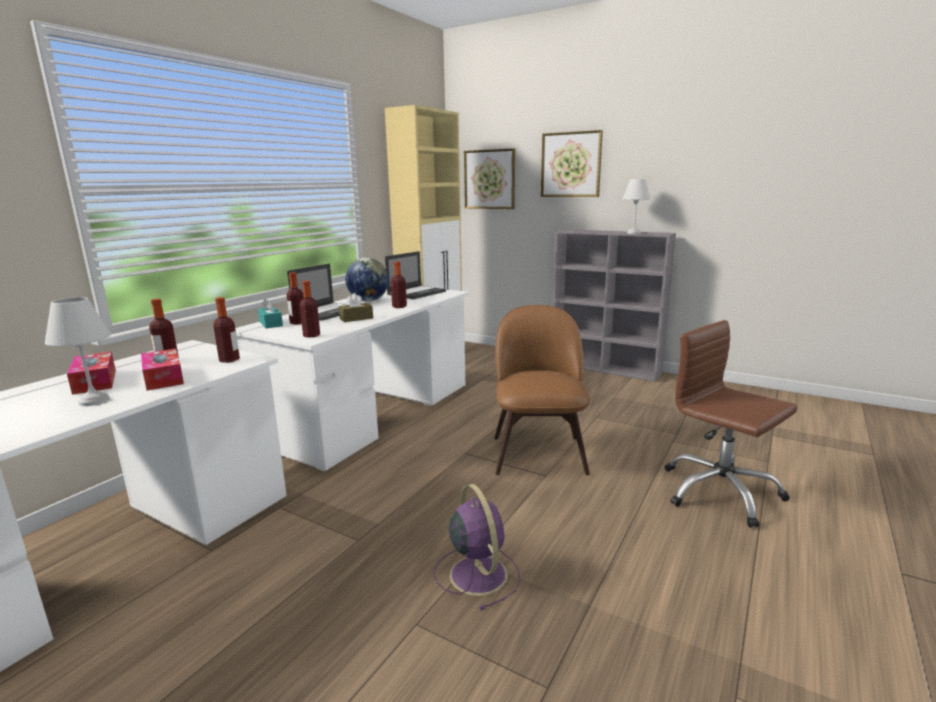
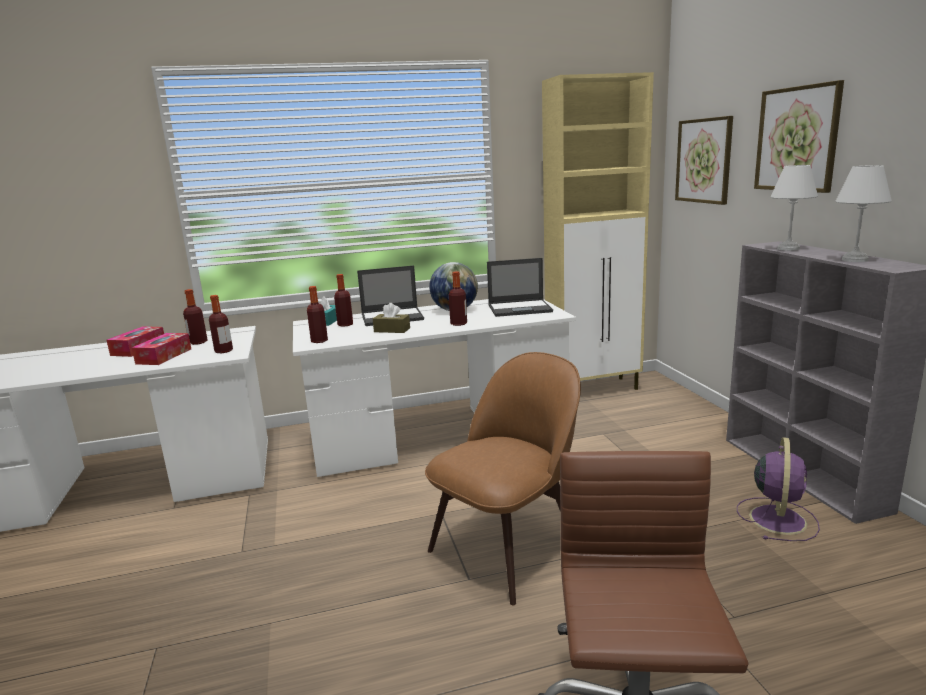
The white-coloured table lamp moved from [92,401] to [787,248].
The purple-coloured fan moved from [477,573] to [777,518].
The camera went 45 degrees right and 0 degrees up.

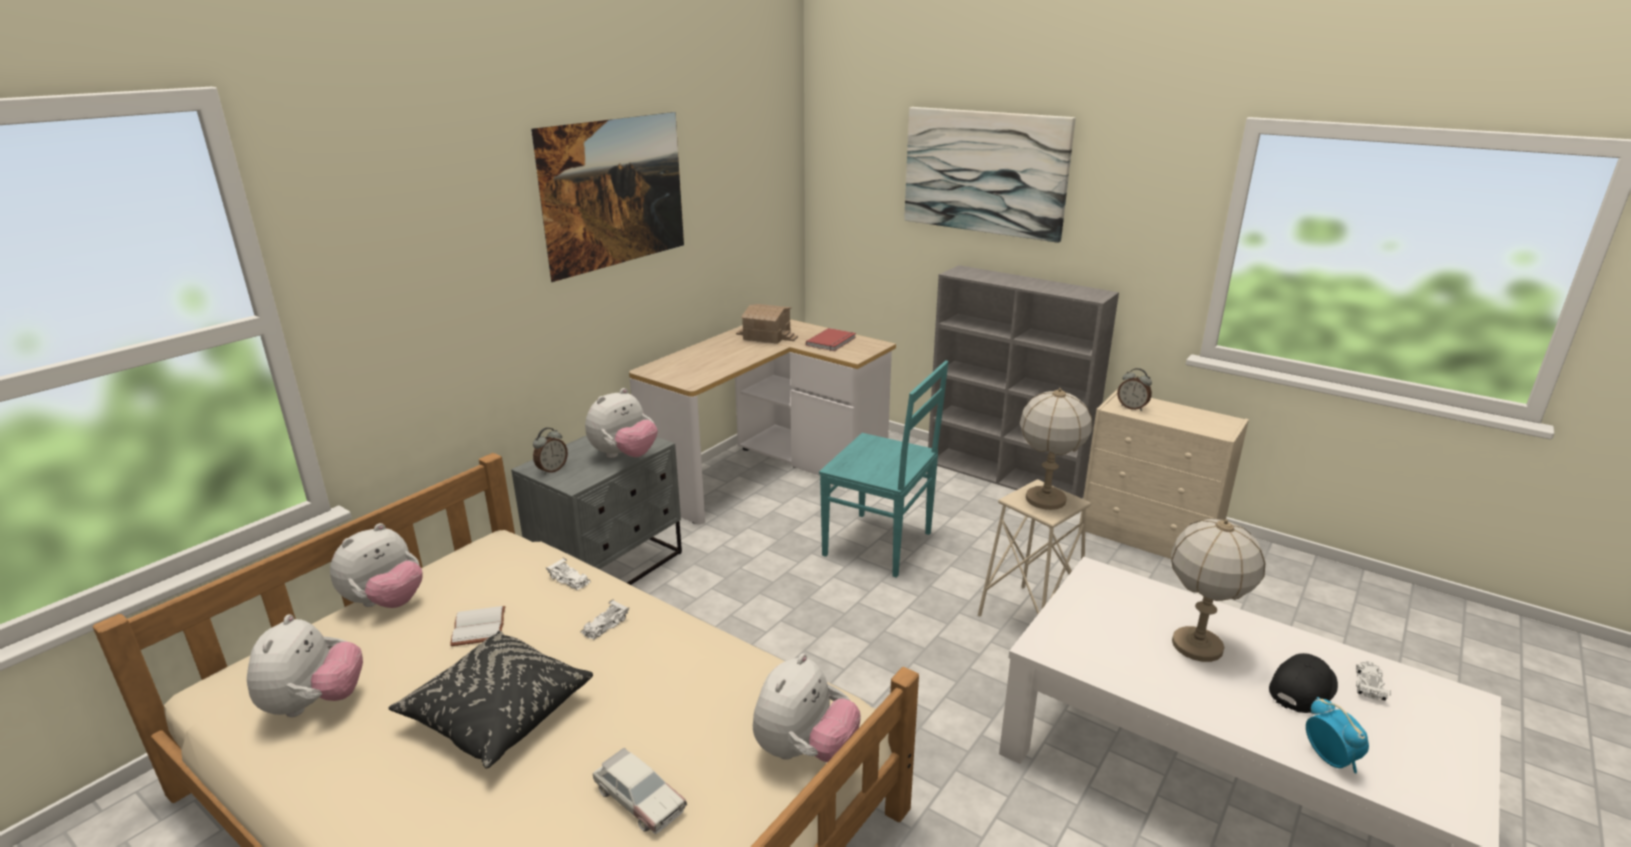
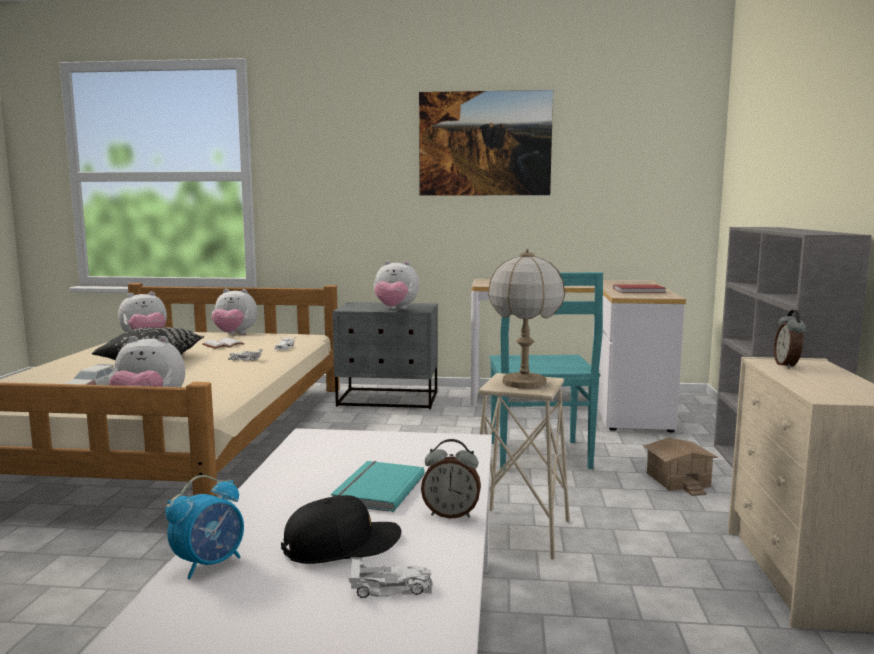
The alarm clock moved from [552,470] to [451,514].
The model house moved from [767,335] to [679,480].
The wall art at [985,172] disappeared.
The table lamp at [1197,646] was replaced by the blue-green volume at [376,489].
The blackish baseball cap at [1303,689] turned 45 degrees counterclockwise.
The camera went 60 degrees right and 15 degrees down.

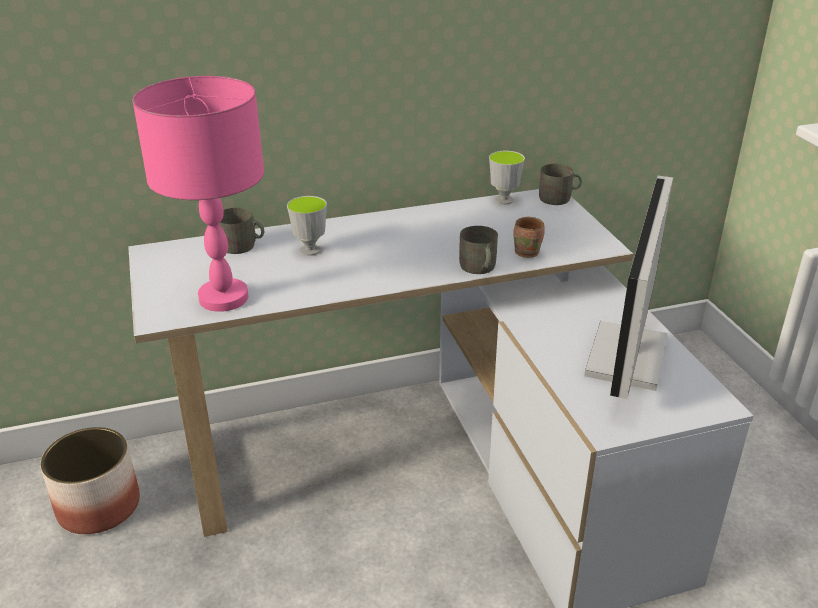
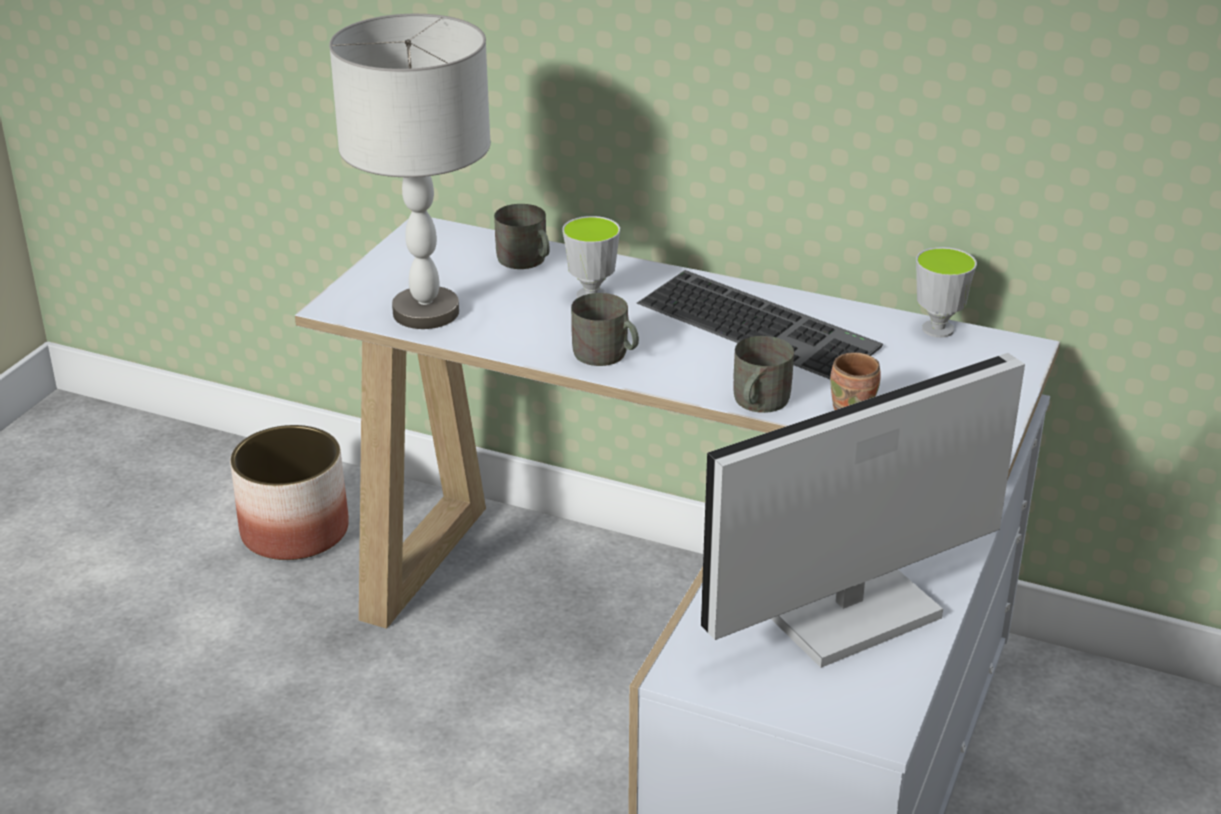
The pink-coloured table lamp at [224,298] became the grey table lamp at [426,313].
The grey tea mug moved from [559,198] to [606,355].
The PC keyboard at [761,324] appeared.
The camera went 40 degrees right and 0 degrees up.

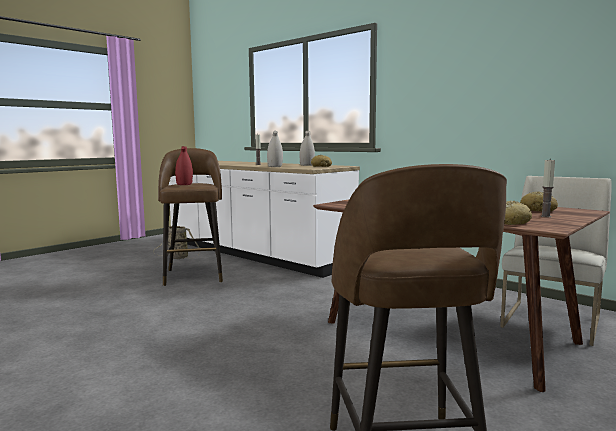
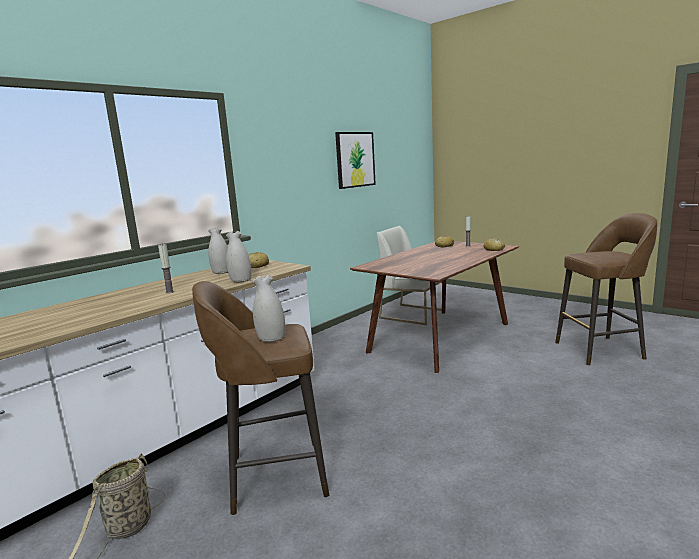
The reddish flower vase at [184,184] became the white-coloured flower vase at [271,338].
The wall art at [355,159] appeared.
The camera went 90 degrees left and 5 degrees up.

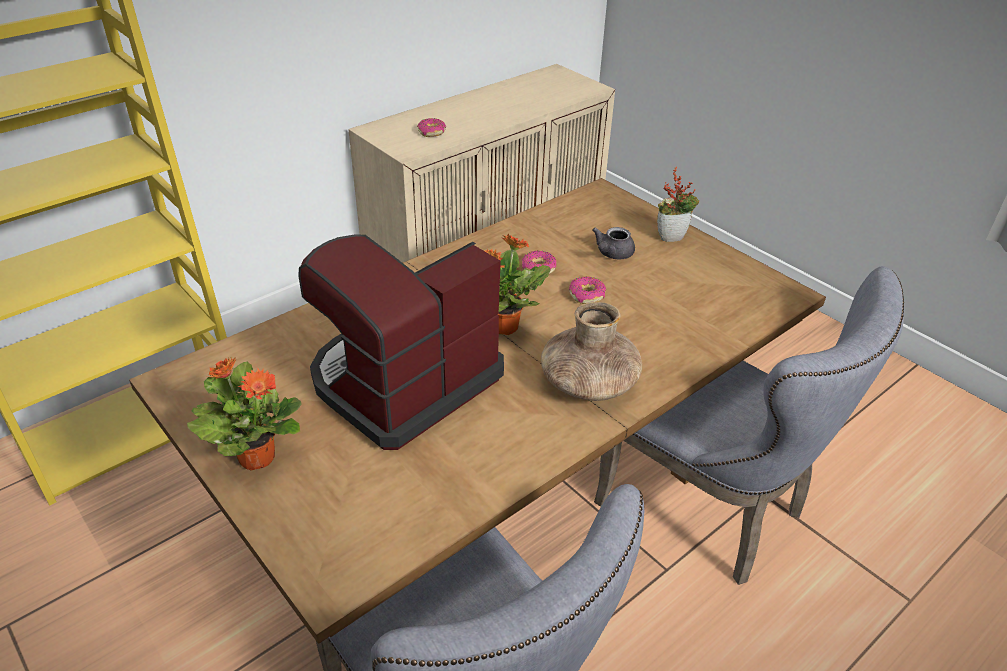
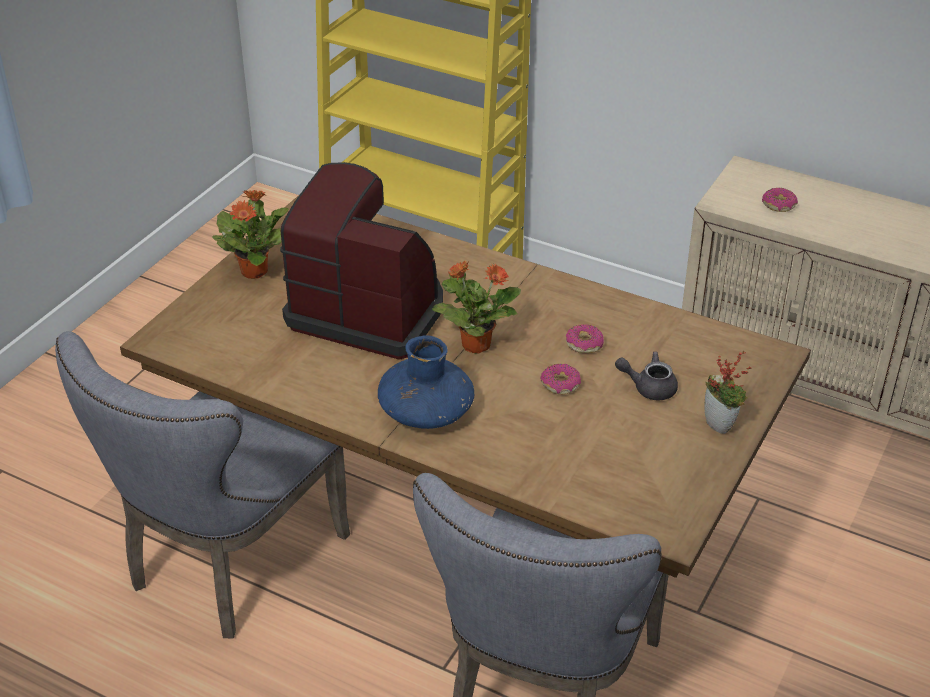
The brown-coloured flower vase at [588,383] became the blue flower vase at [426,412].
The camera went 70 degrees right and 0 degrees up.

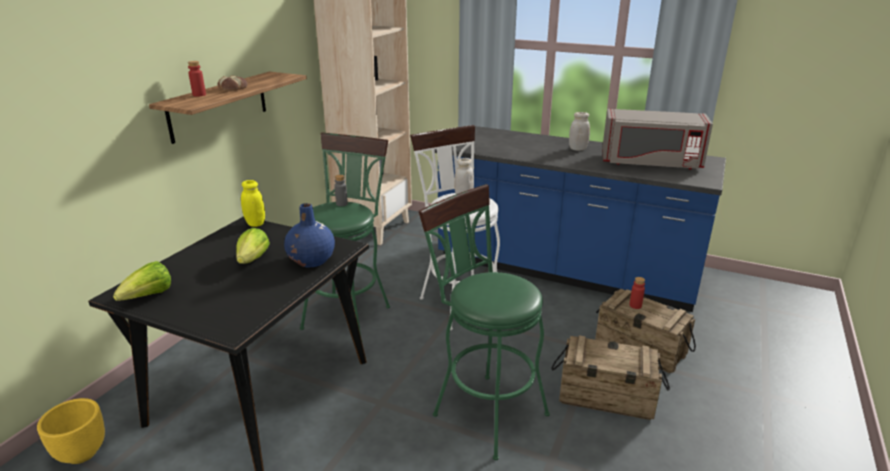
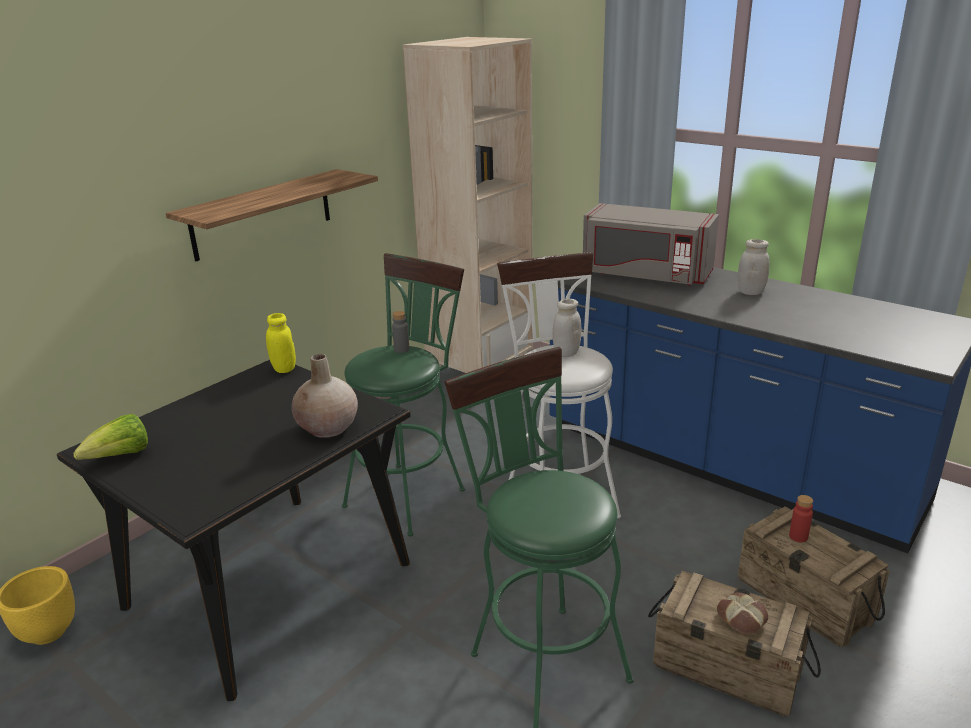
The reddish drink bottle at [199,95] disappeared.
The bakery bread moved from [233,88] to [742,617].
The lettuce at [253,259] disappeared.
The blue flower vase at [312,260] became the beige-coloured flower vase at [328,428].
The grey microwave oven moved from [650,163] to [645,275].
The camera went 15 degrees right and 0 degrees up.

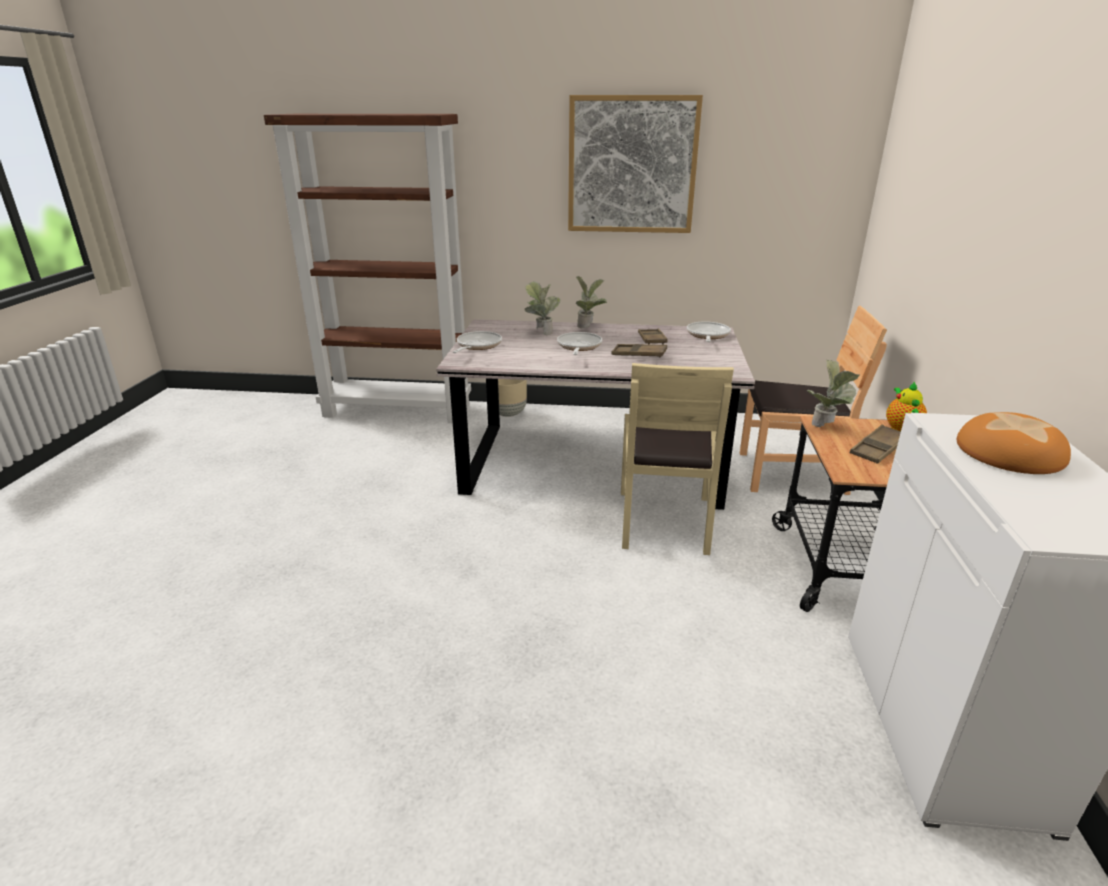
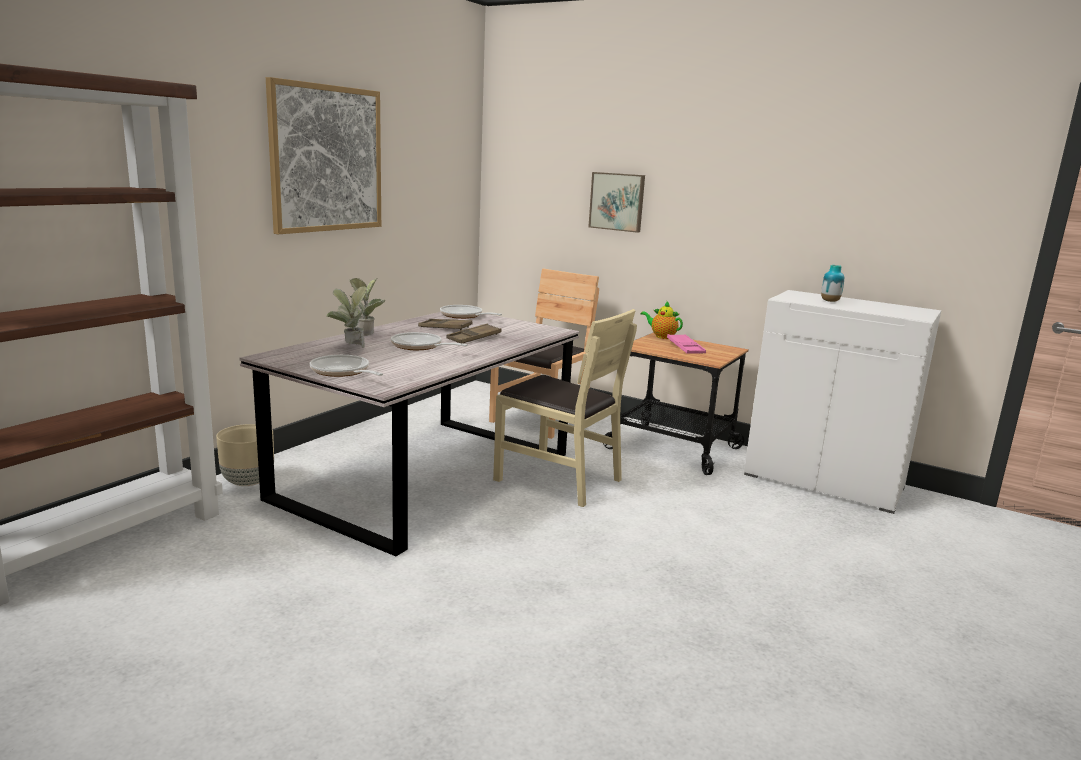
The plant in a pot at [826,427] disappeared.
The brown-coloured tray at [878,449] became the pink-coloured tray at [685,348].
The bakery bread at [1009,452] was replaced by the flower vase at [830,301].
The wall art at [617,201] appeared.
The camera went 65 degrees left and 10 degrees down.

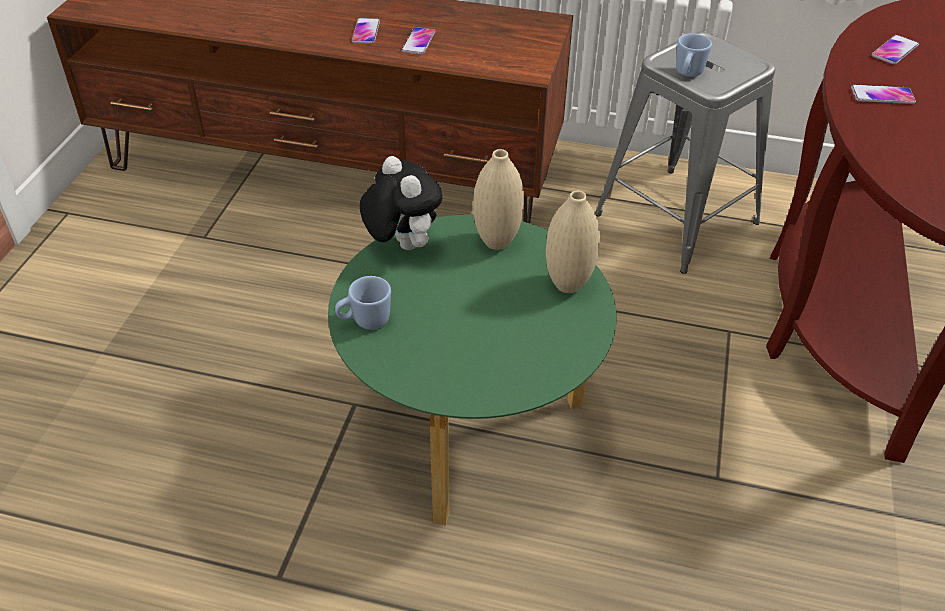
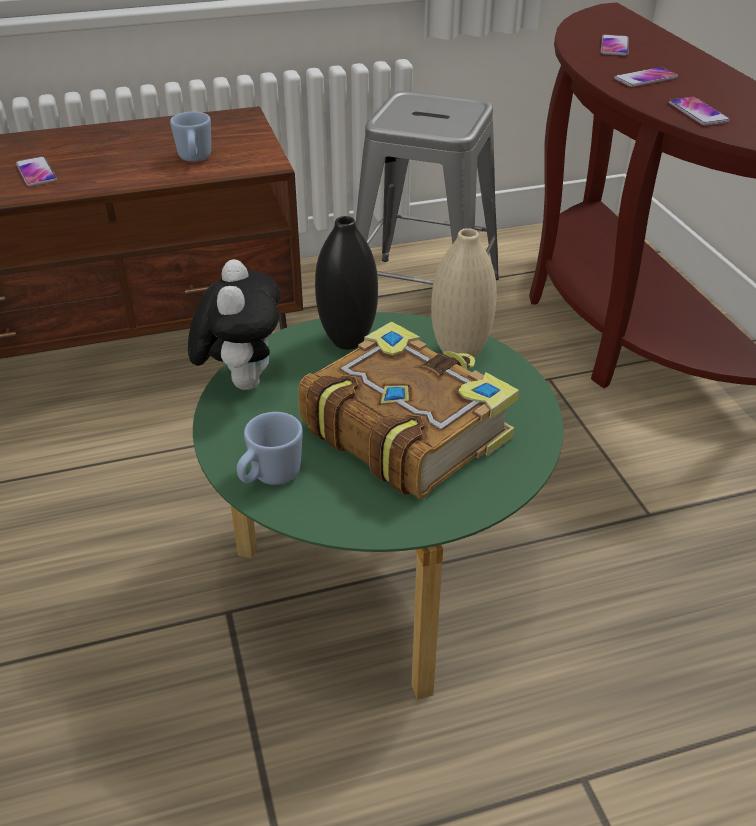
The soft toy at [401,244] turned 60 degrees clockwise.
The handset moved from [418,42] to [698,112].
The beige-coloured flower vase at [497,242] became the blackish flower vase at [348,341].
The blue tea mug moved from [687,74] to [195,160].
The volume at [405,429] appeared.
The camera went 30 degrees left and 5 degrees down.

